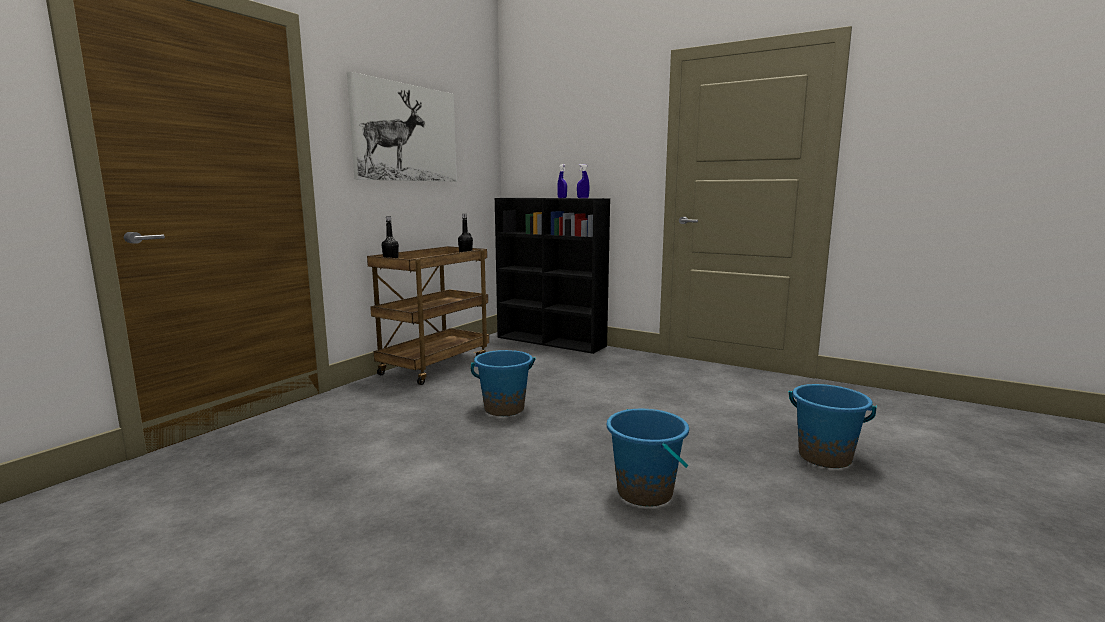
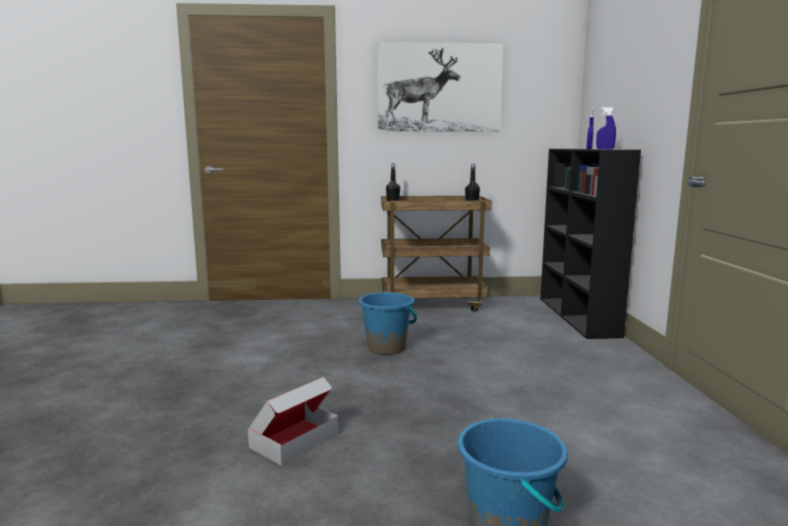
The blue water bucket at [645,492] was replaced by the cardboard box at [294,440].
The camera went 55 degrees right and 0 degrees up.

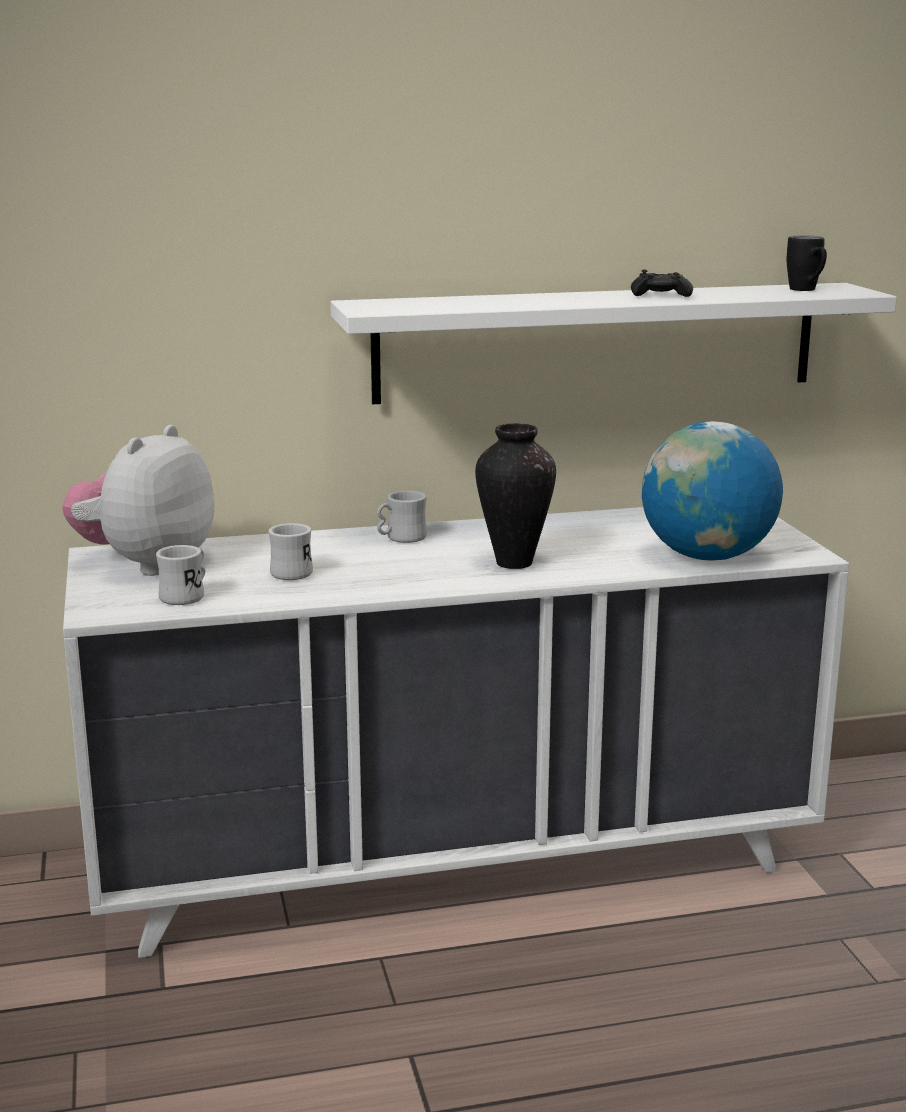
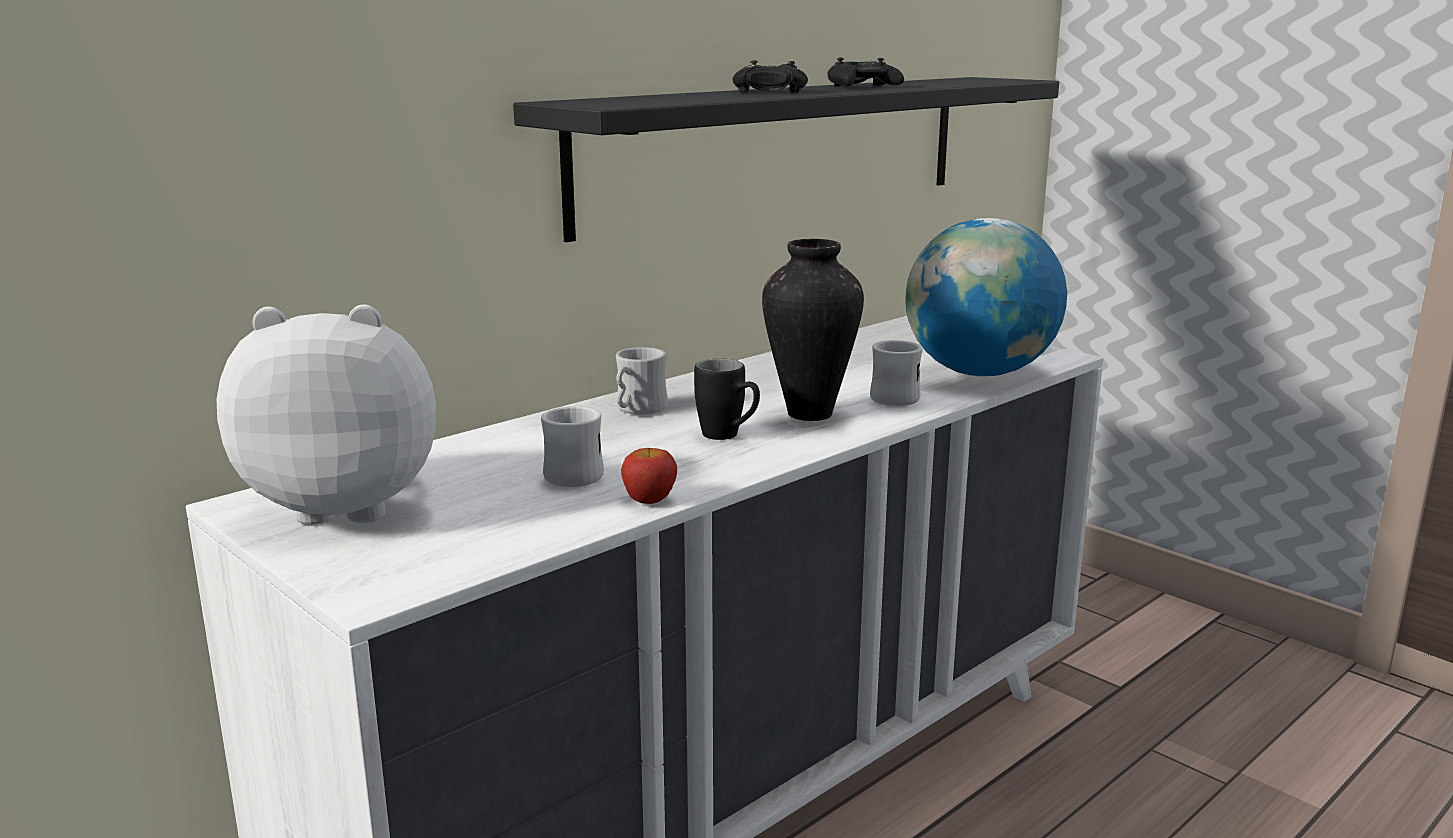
The soft toy at [146,564] turned 90 degrees clockwise.
The white-coloured tea mug moved from [186,596] to [893,396].
The white-coloured wall shelf at [597,342] became the blackish wall shelf at [781,149].
The blackish tea mug moved from [807,290] to [729,437].
The apple at [649,499] appeared.
The blackish gamepad at [769,91] appeared.
The camera went 30 degrees left and 0 degrees up.

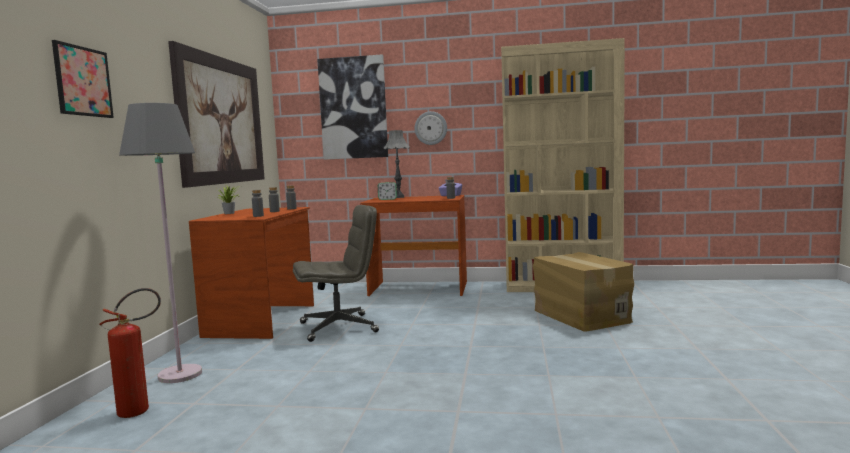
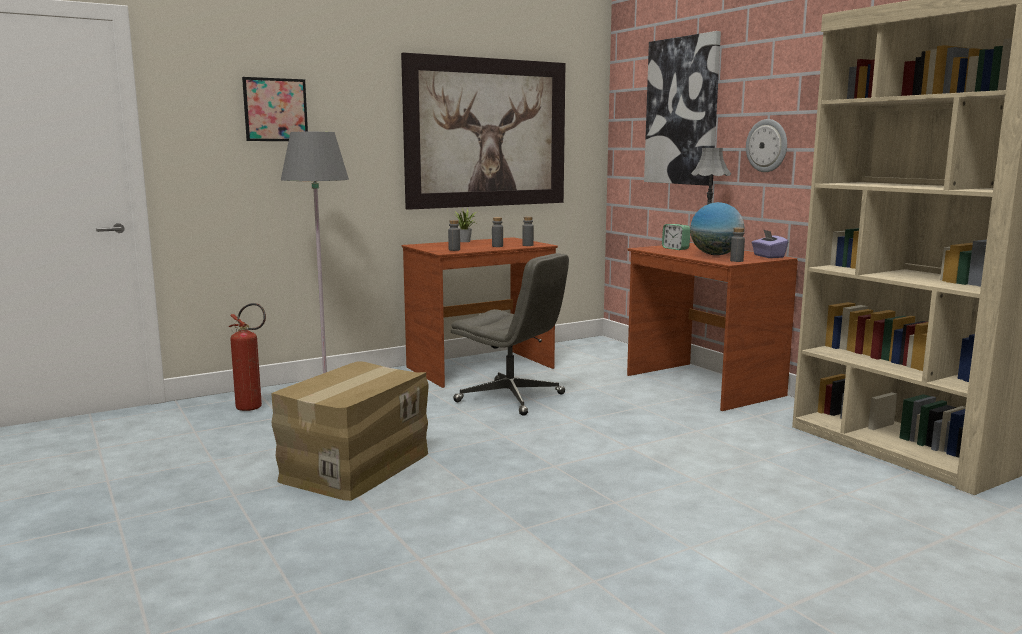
The cardboard box moved from [580,316] to [354,467].
The desk globe at [715,255] appeared.
The camera went 50 degrees right and 5 degrees up.

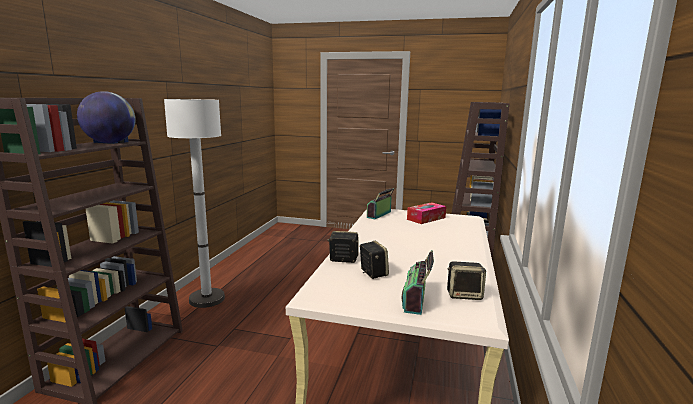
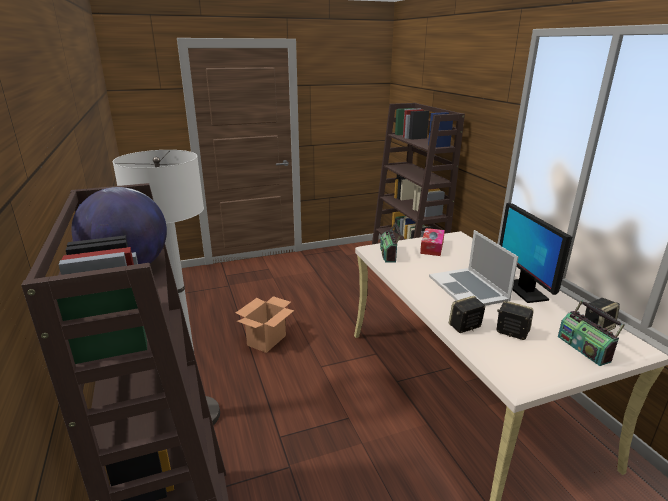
The cardboard box at [267,340] appeared.
The notebook computer at [468,288] appeared.
The computer display at [525,290] appeared.
The camera went 35 degrees left and 10 degrees up.

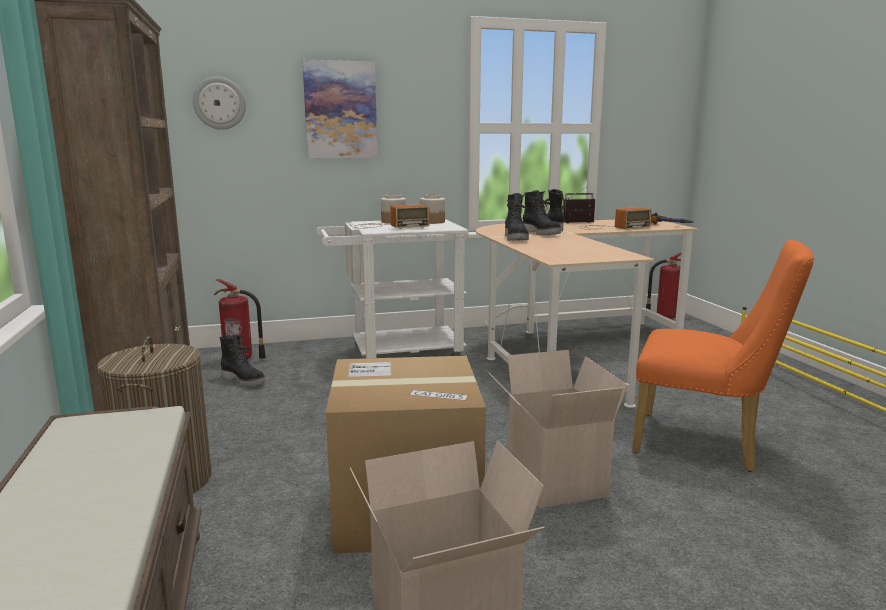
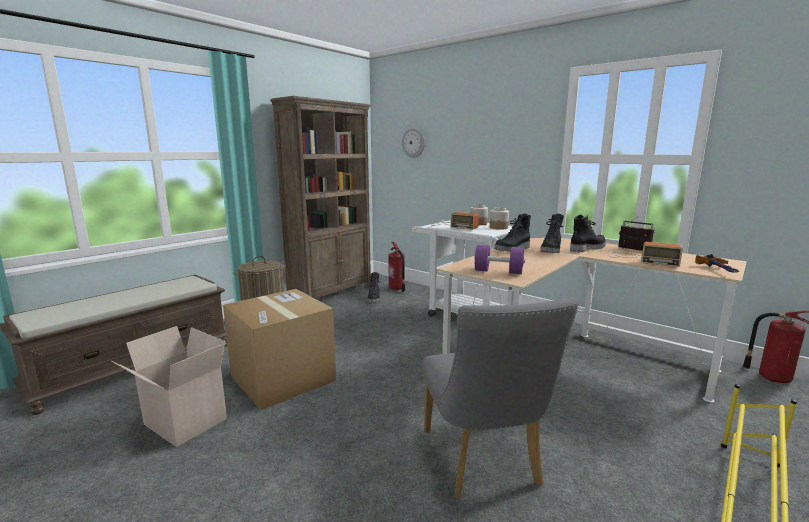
The wall art at [340,110] disappeared.
The cardboard box at [552,480] disappeared.
The orange chair at [706,444] became the grey chair at [483,463].
The purple-coloured hand weight at [498,271] appeared.
The camera went 55 degrees right and 0 degrees up.

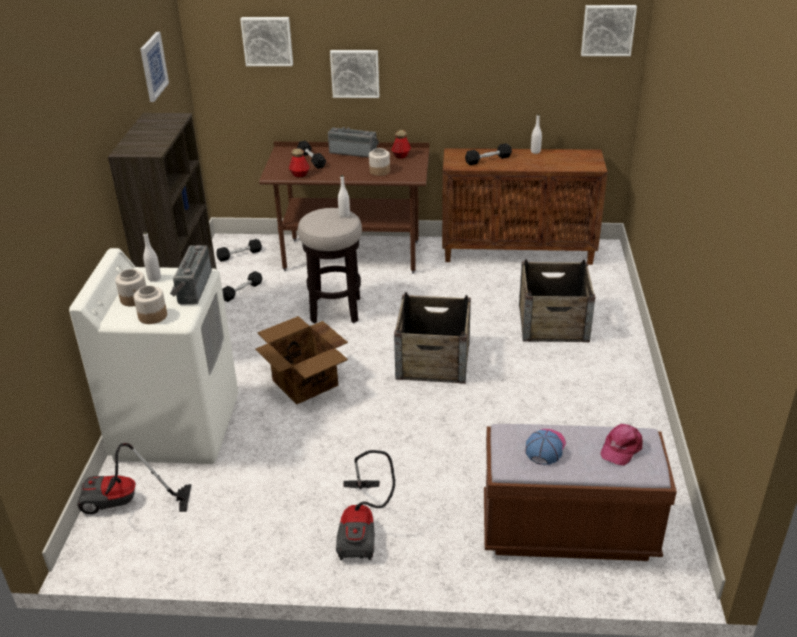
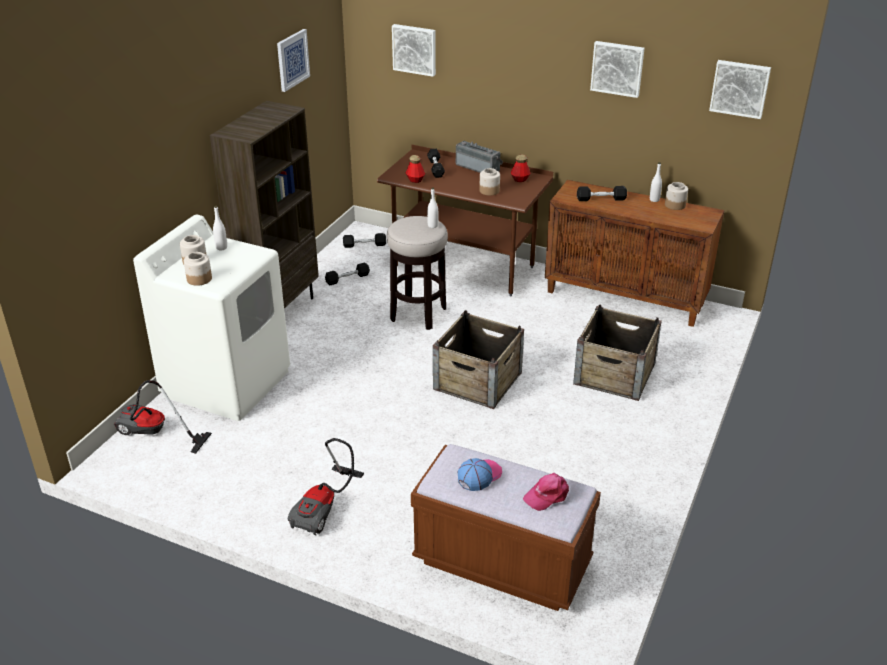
The radio set at [191,287] disappeared.
The cardboard box at [305,383] disappeared.
The wall art moved from [355,73] to [617,68].
The jar at [675,205] appeared.
The camera went 20 degrees right and 0 degrees up.

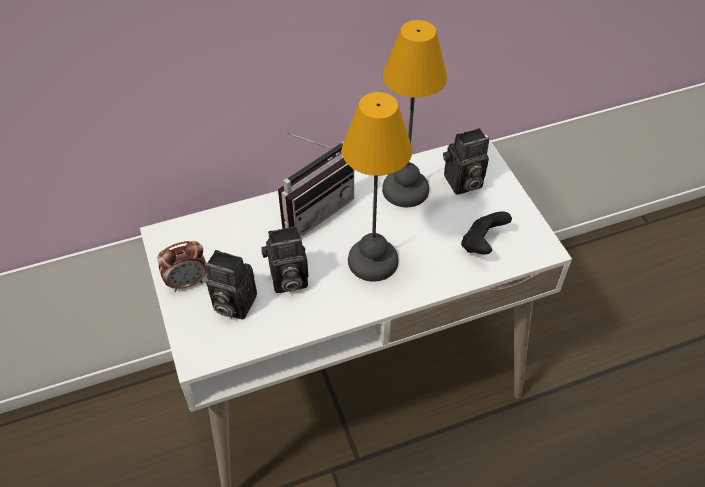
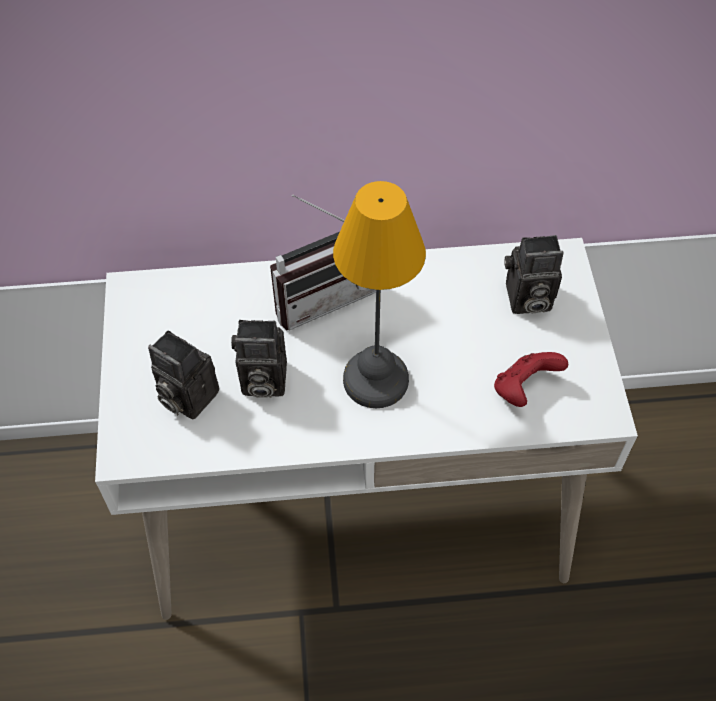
The alarm clock at [187,282] disappeared.
The table lamp at [404,190] disappeared.
The blackish gamepad at [482,244] became the reddish gamepad at [523,389].
The camera went 15 degrees right and 5 degrees up.

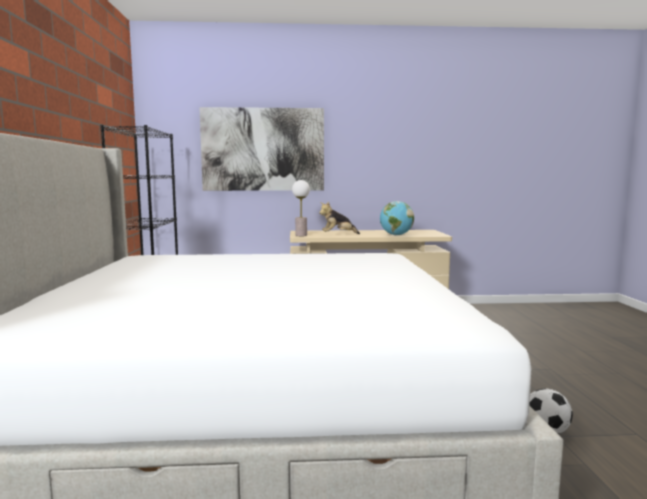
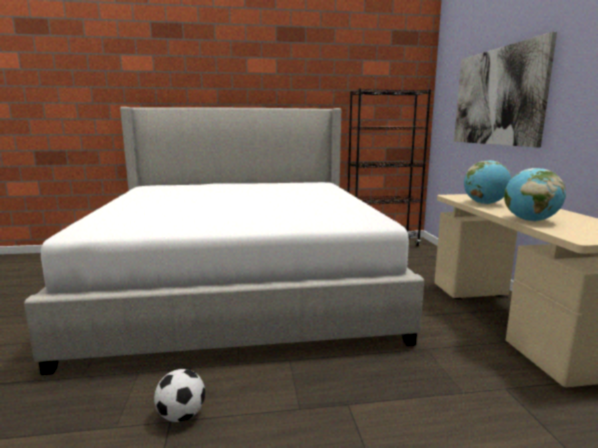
The table lamp at [301,235] disappeared.
The soft toy at [338,235] was replaced by the desk globe at [484,204].
The camera went 85 degrees right and 5 degrees up.

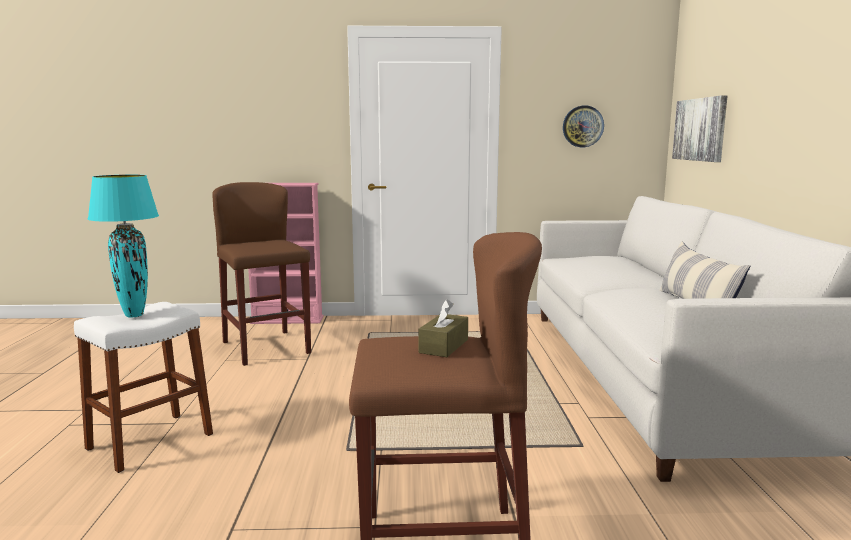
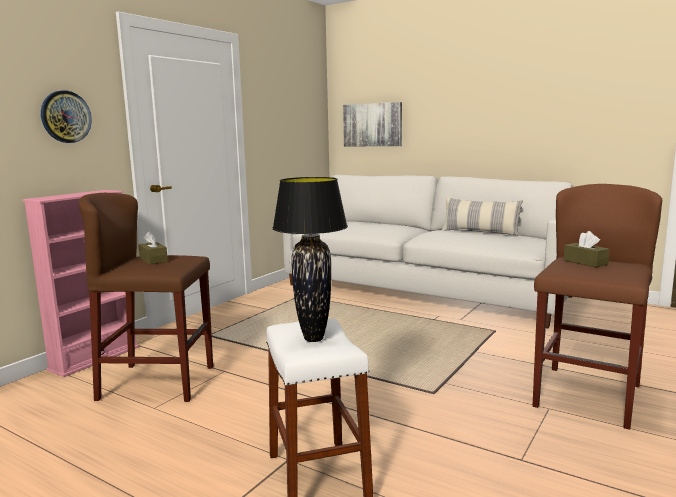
The blue-green table lamp at [133,315] became the blackish table lamp at [314,339].
The hanging clock moved from [582,126] to [65,117].
The brown-coloured tissue box at [153,259] appeared.
The camera went 55 degrees left and 0 degrees up.

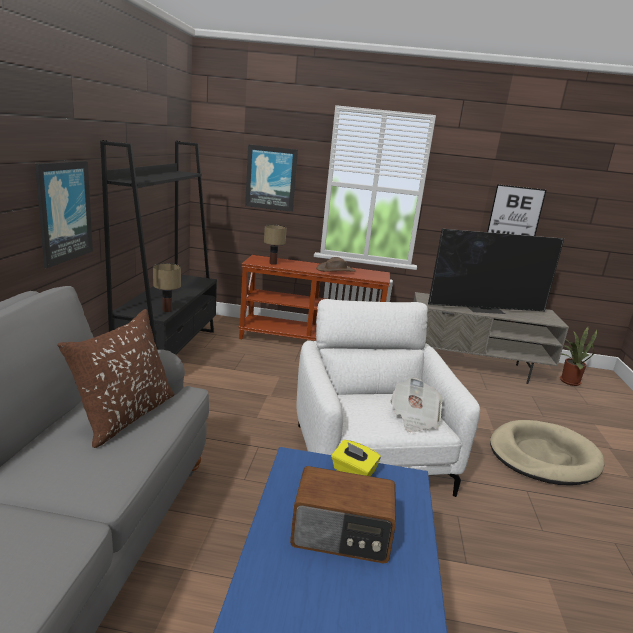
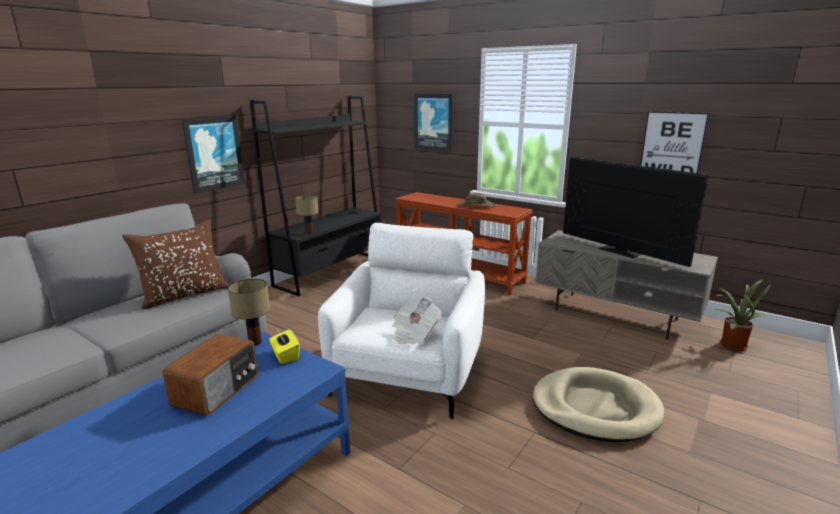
The table lamp moved from [273,263] to [255,343].
The radio set at [341,535] turned 105 degrees counterclockwise.
The TV set at [486,309] turned 150 degrees counterclockwise.
The camera went 30 degrees right and 0 degrees up.

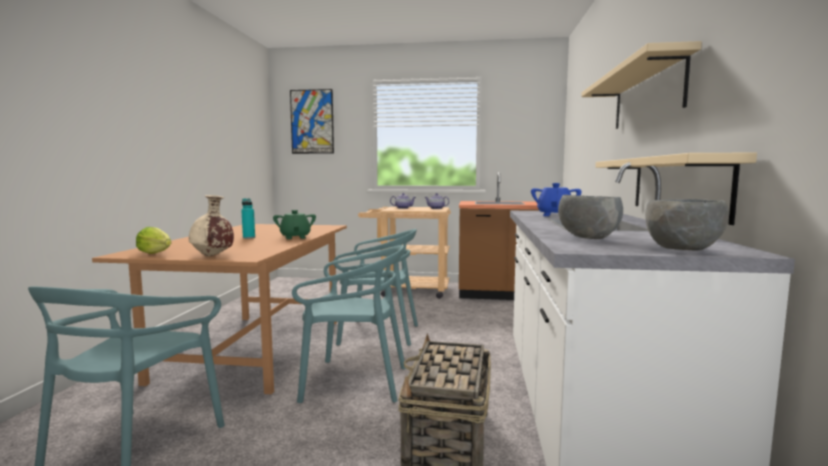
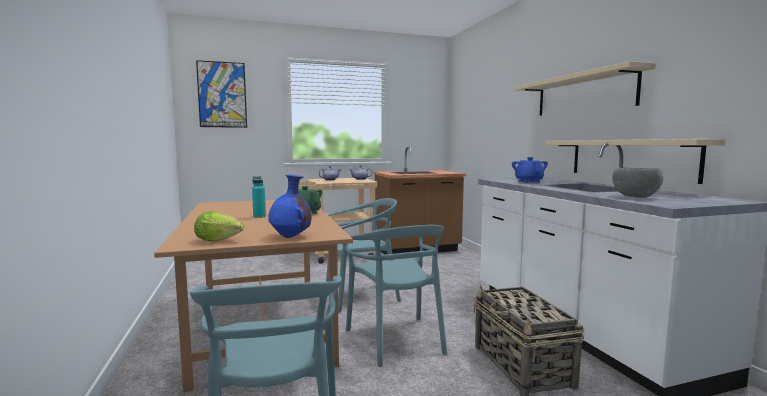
The beige-coloured flower vase at [212,256] became the blue flower vase at [291,237].
The blue-green chair at [354,382] turned 90 degrees clockwise.
The grey bowl at [683,250] disappeared.
The camera went 25 degrees left and 0 degrees up.

